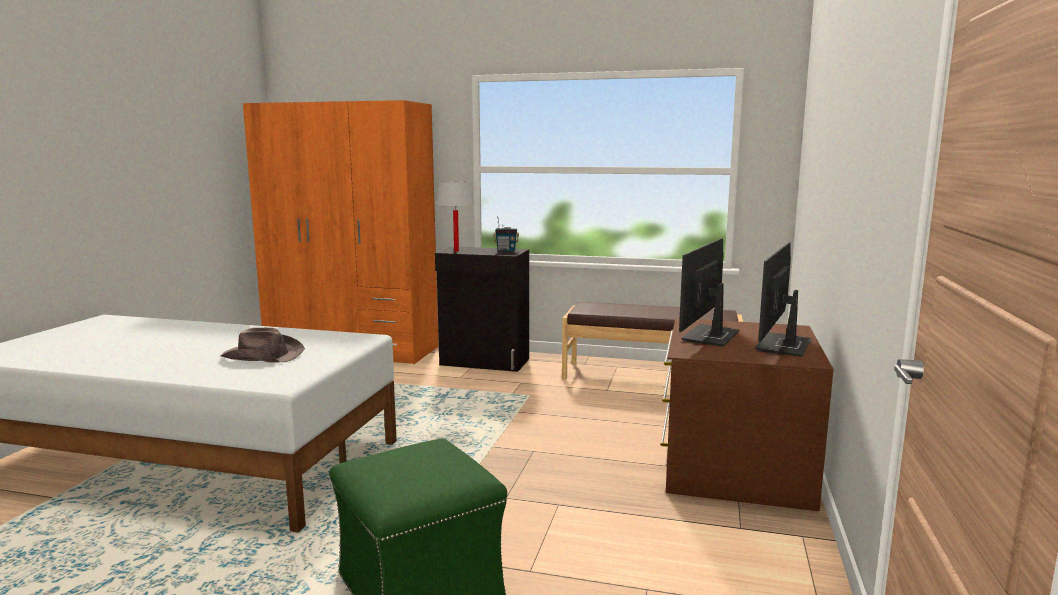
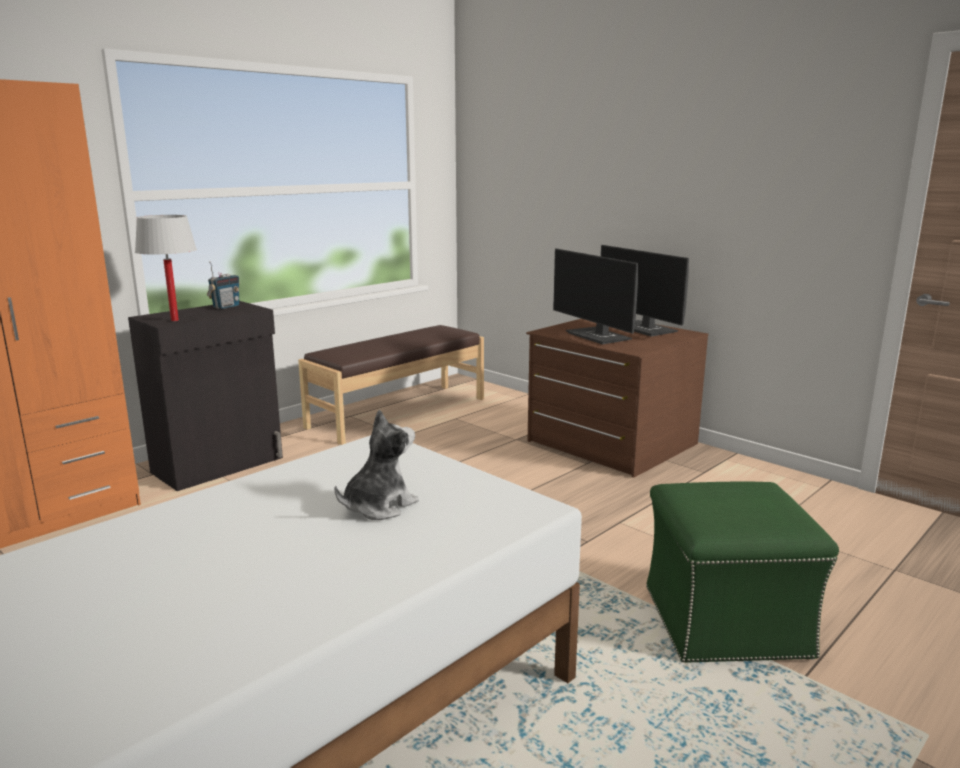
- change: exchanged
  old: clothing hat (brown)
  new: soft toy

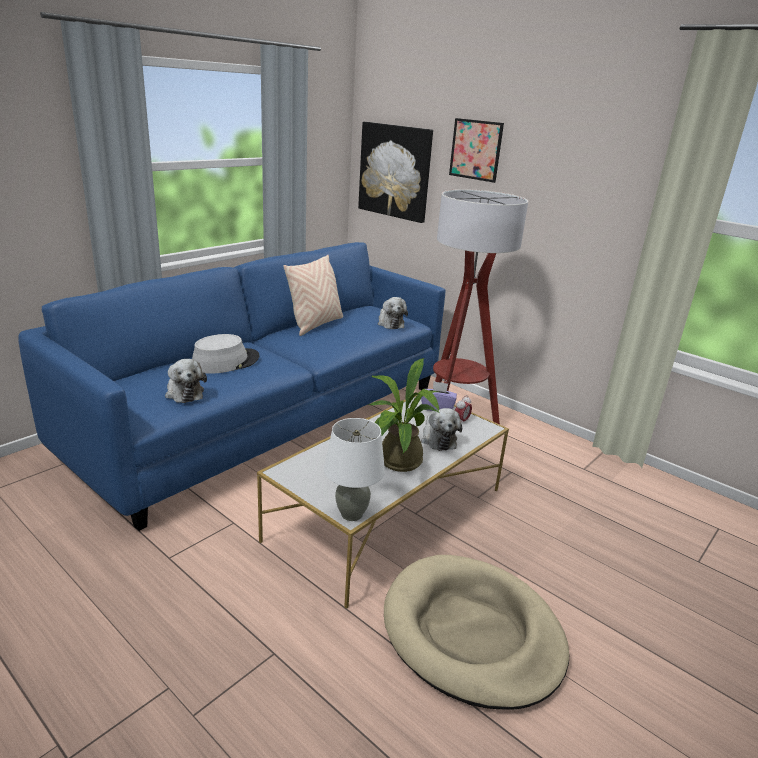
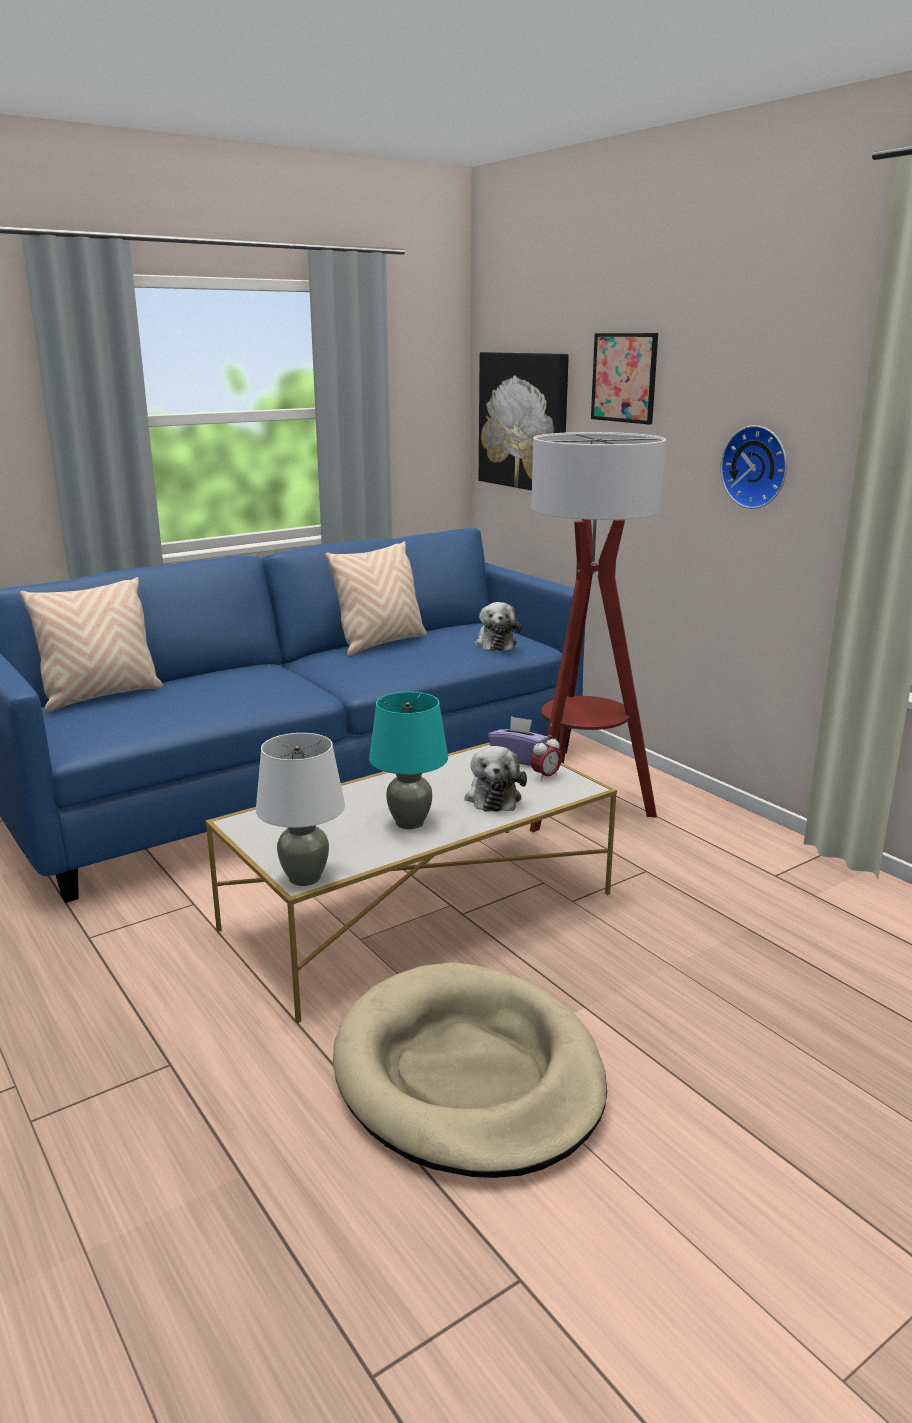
- change: missing
  old: soft toy (no. 1 from left)
- change: missing
  old: clothing hat (gray)
- change: appeared
  new: pillow (beige) (no. 1 from left)
- change: appeared
  new: wall clock
- change: exchanged
  old: plant in a pot
  new: lamp for a table (turquoise-coloured)

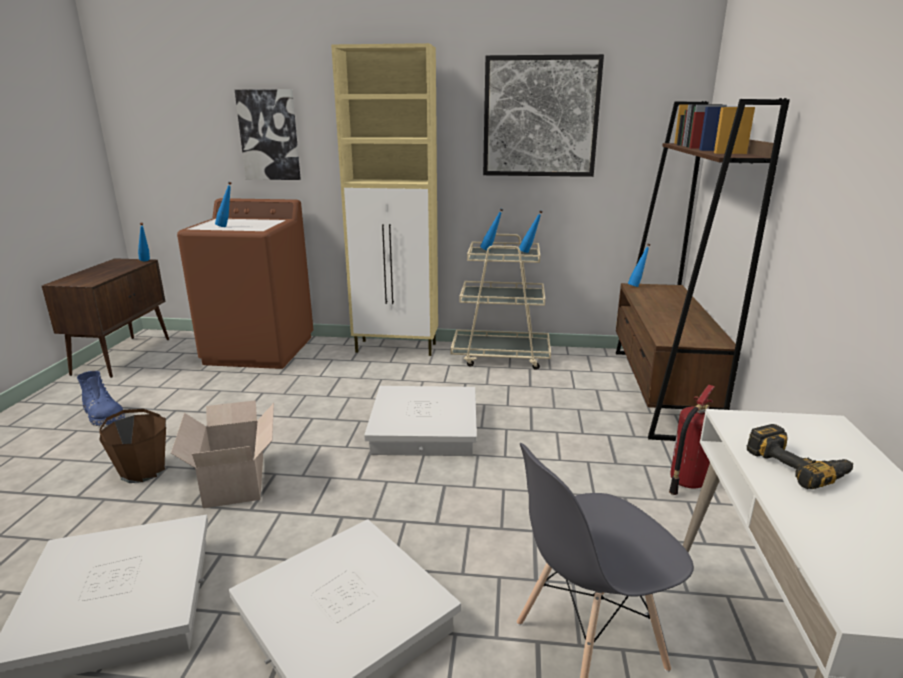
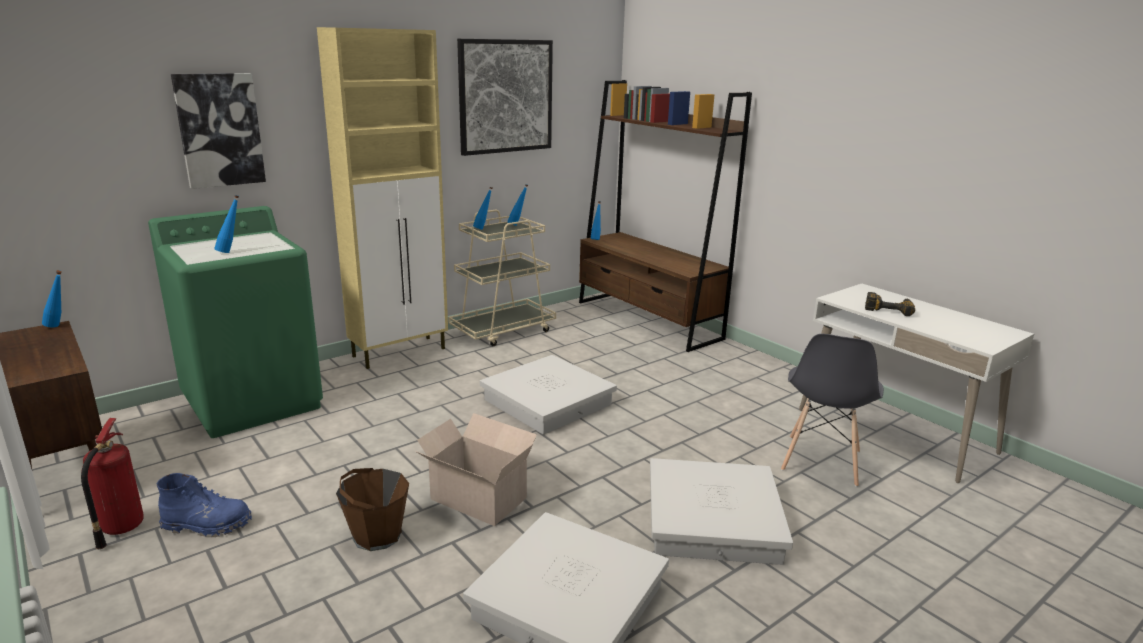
- change: relocated
  old: fire-fighting cylinder
- change: colour
  old: laundry appliance (brown)
  new: laundry appliance (green-coloured)

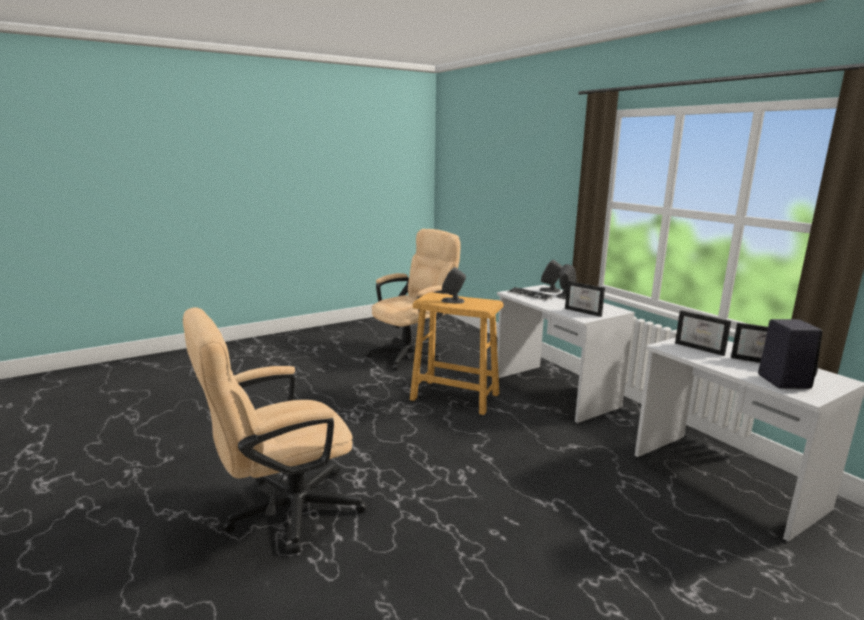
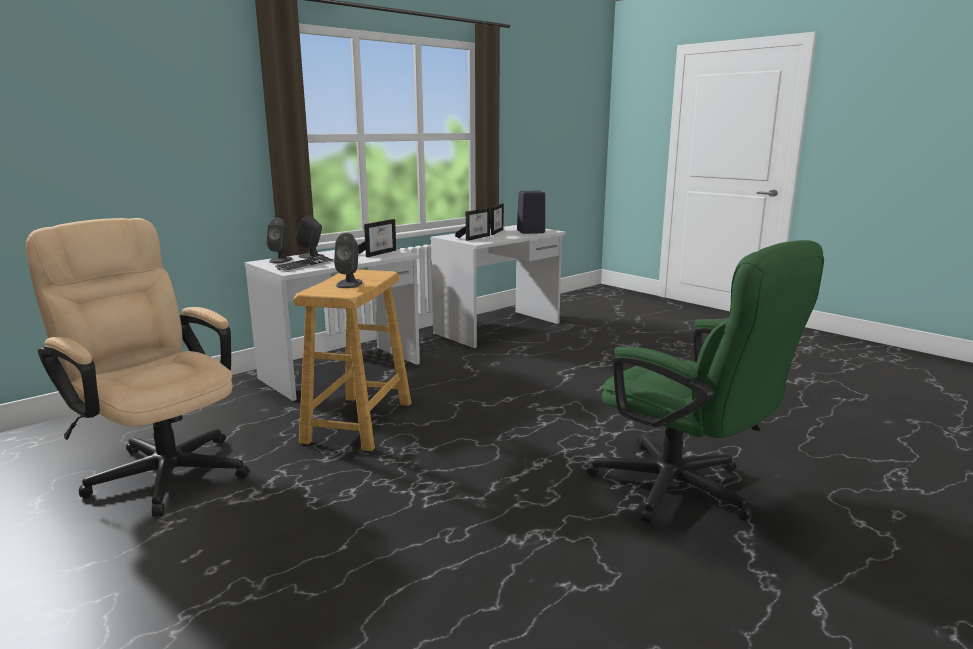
- change: colour
  old: office chair (beige) (no. 1 from left)
  new: office chair (green-coloured)

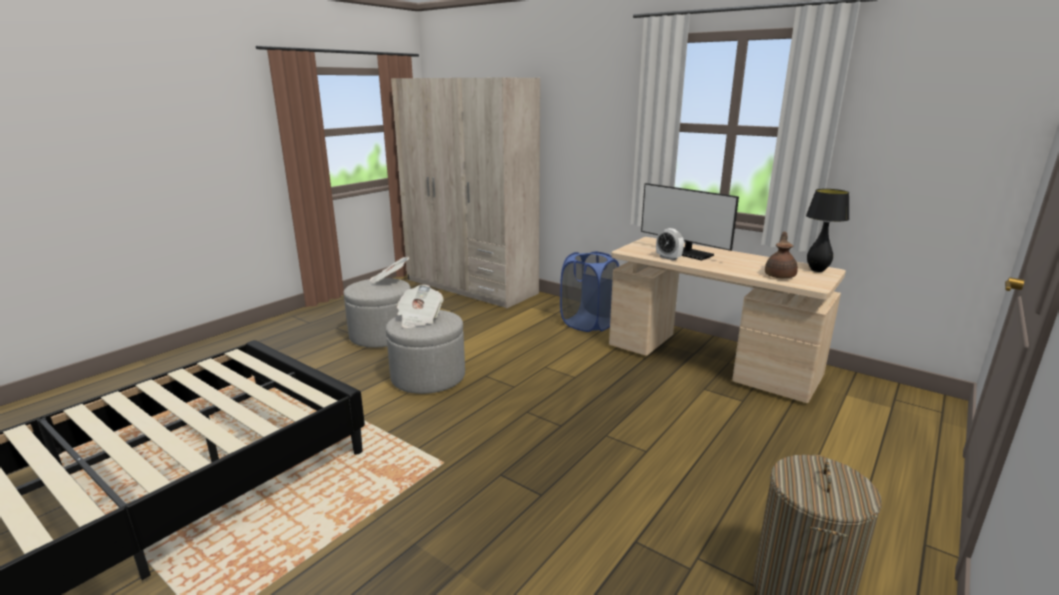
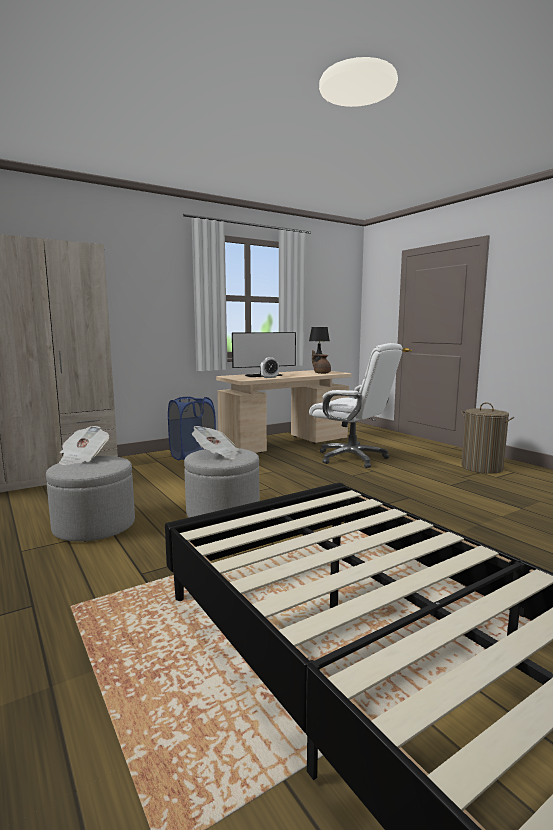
- change: appeared
  new: office chair (whitish)

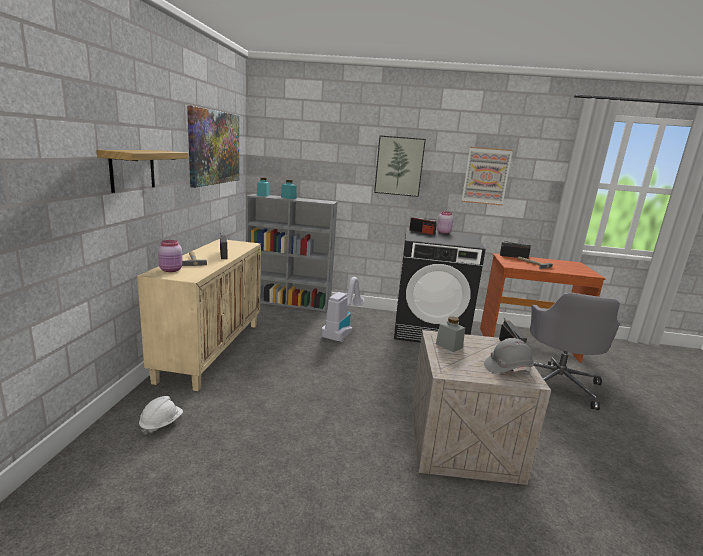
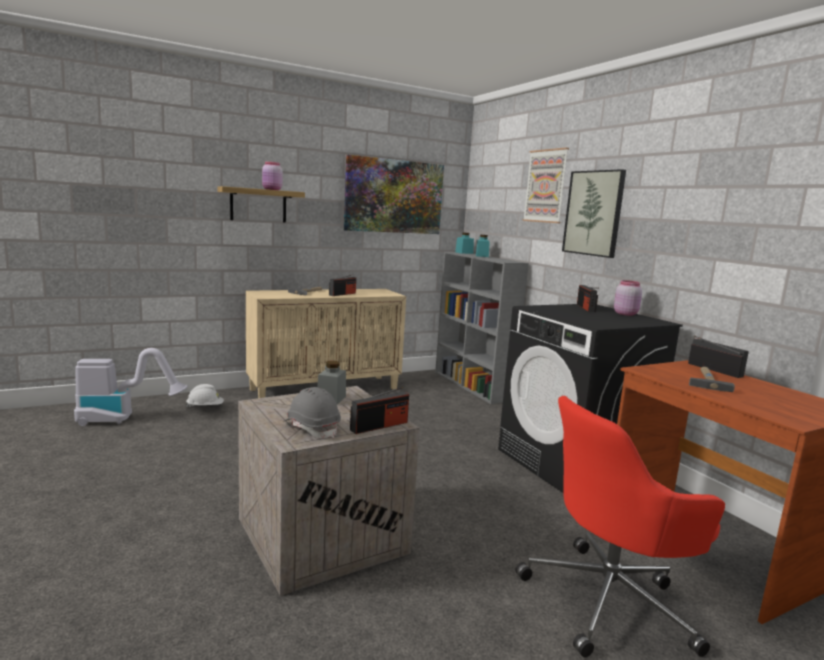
- change: relocated
  old: storage jar (pink-coloured) (no. 1 from left)
- change: relocated
  old: vacuum cleaner
- change: relocated
  old: wall picture (no. 3 from left in the first image)
  new: wall picture (no. 2 from left)
- change: colour
  old: office chair (gray)
  new: office chair (reddish)

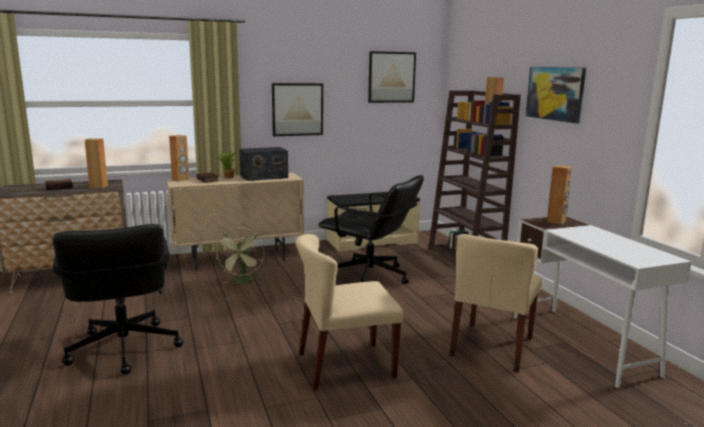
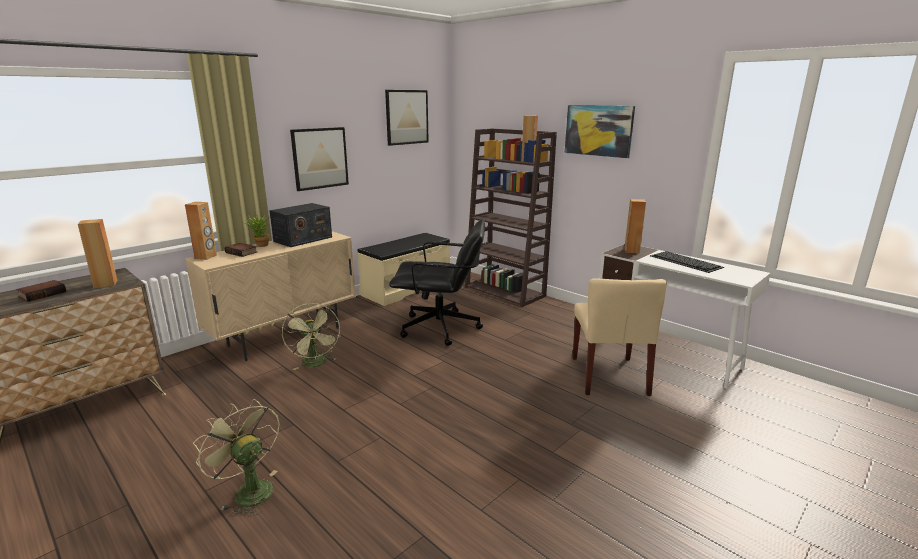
- change: missing
  old: upright chair (beige) (no. 1 from left)
- change: appeared
  new: keyboard
- change: exchanged
  old: office chair (black-coloured) (no. 1 from left)
  new: electric fan (green-coloured) (no. 1 from left)

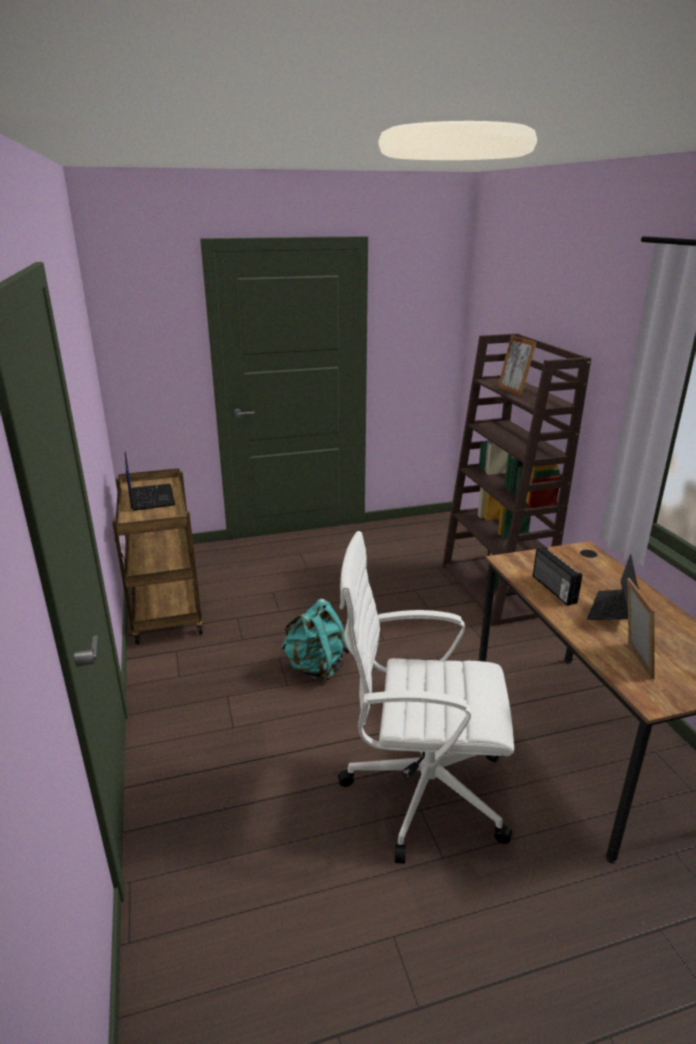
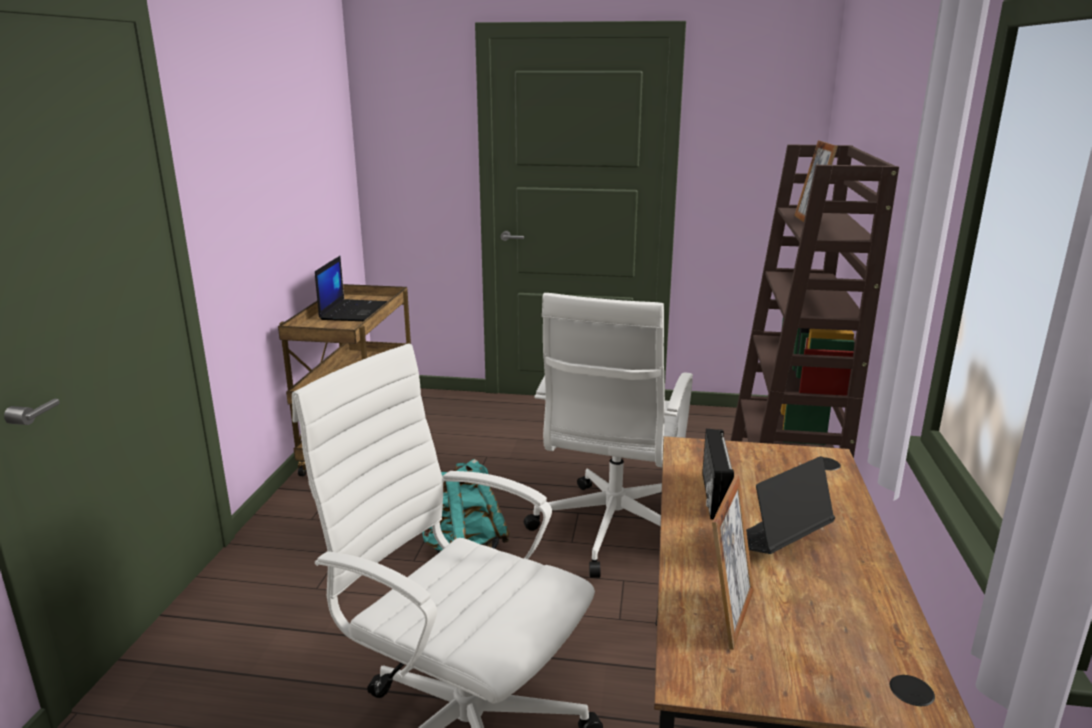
- change: appeared
  new: office chair (whitish) (no. 2 from left)

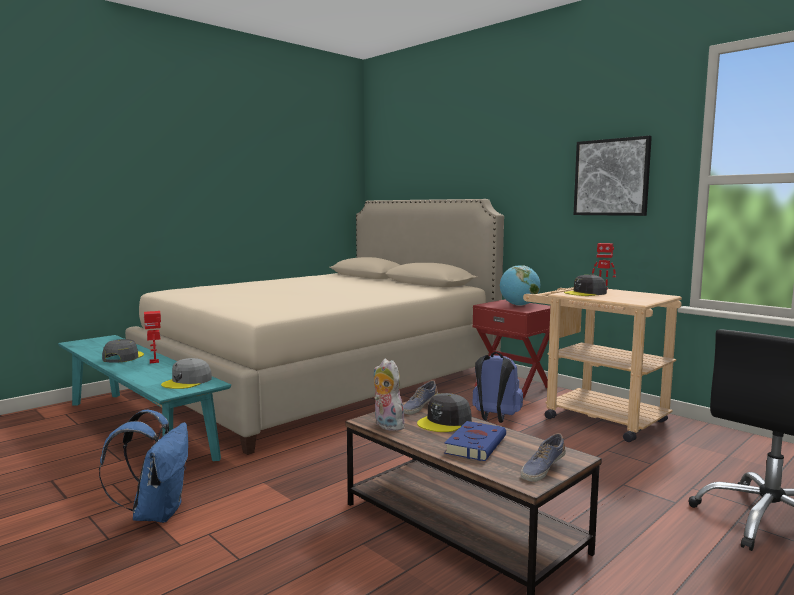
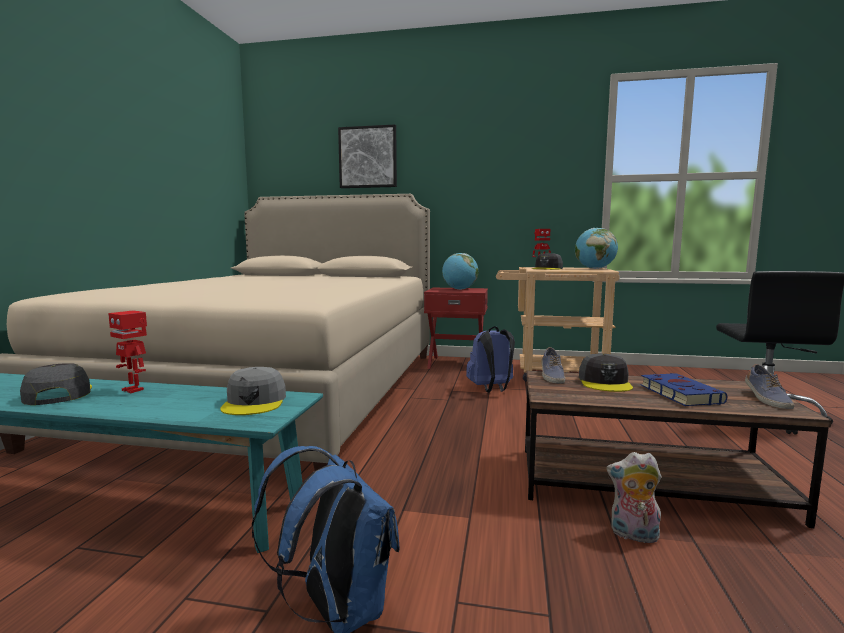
- change: appeared
  new: globe (no. 2 from left)
- change: relocated
  old: soft toy
- change: relocated
  old: wall picture

